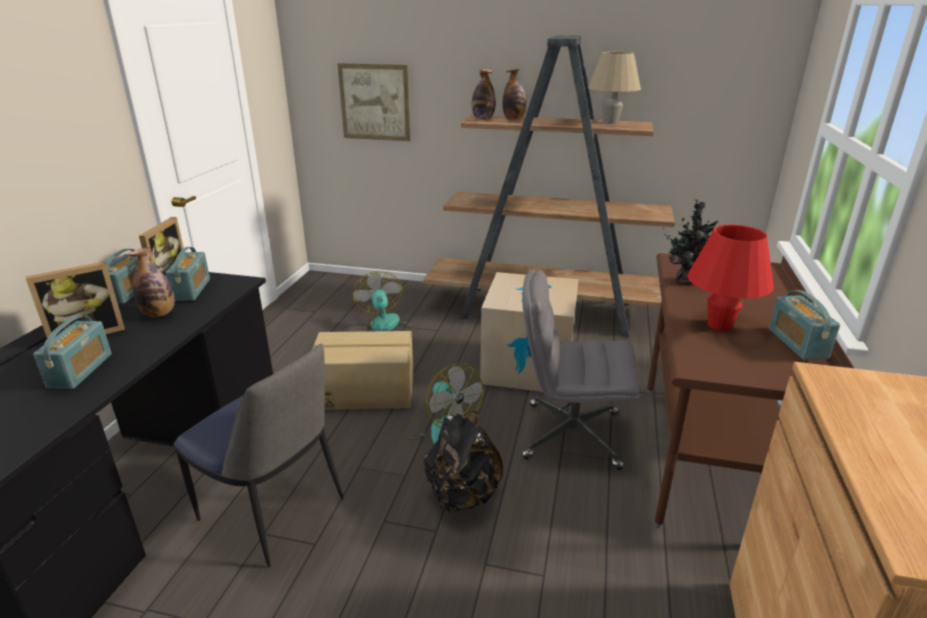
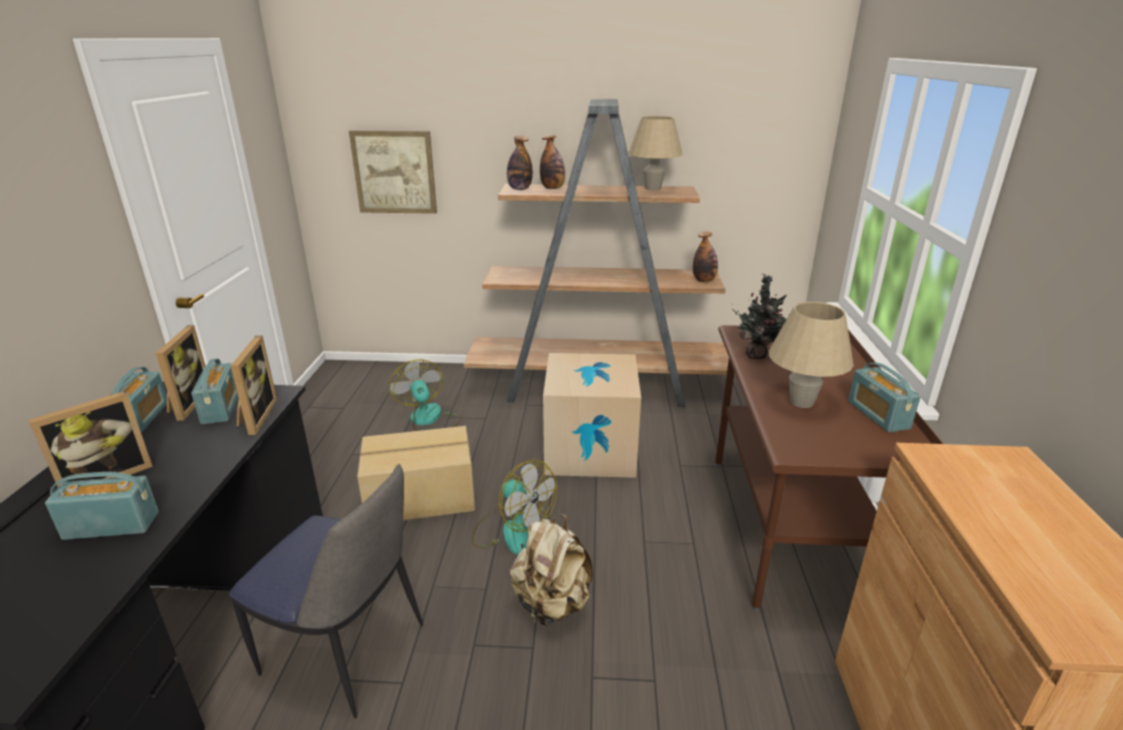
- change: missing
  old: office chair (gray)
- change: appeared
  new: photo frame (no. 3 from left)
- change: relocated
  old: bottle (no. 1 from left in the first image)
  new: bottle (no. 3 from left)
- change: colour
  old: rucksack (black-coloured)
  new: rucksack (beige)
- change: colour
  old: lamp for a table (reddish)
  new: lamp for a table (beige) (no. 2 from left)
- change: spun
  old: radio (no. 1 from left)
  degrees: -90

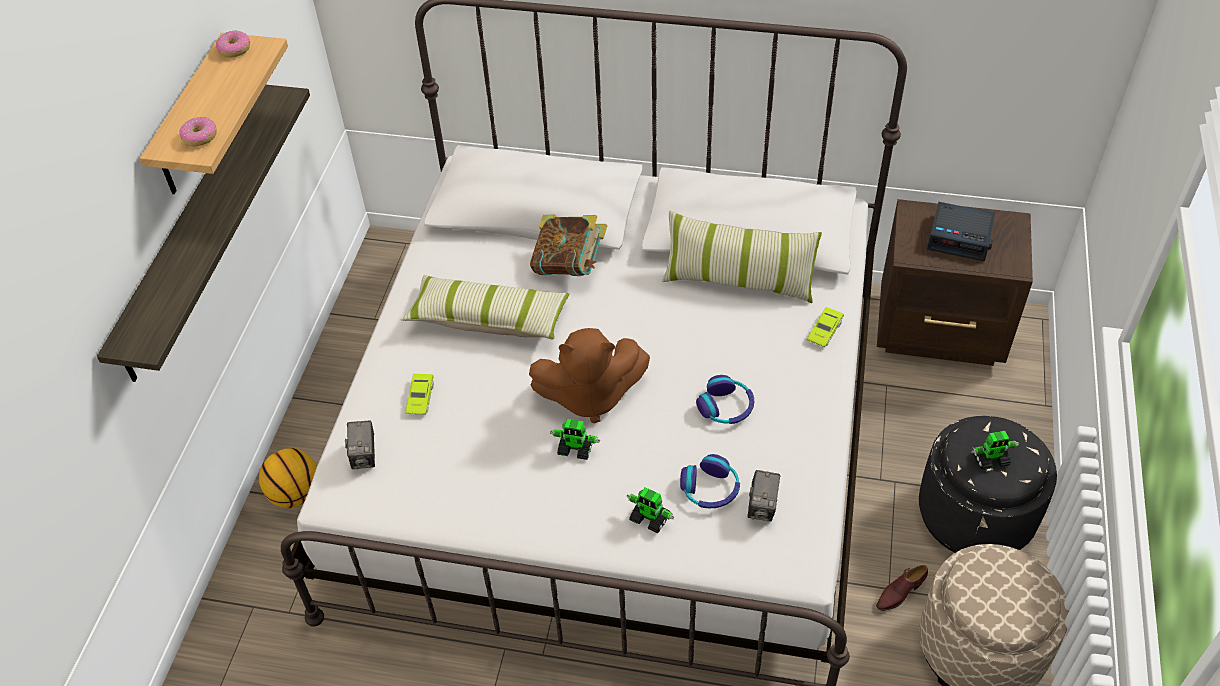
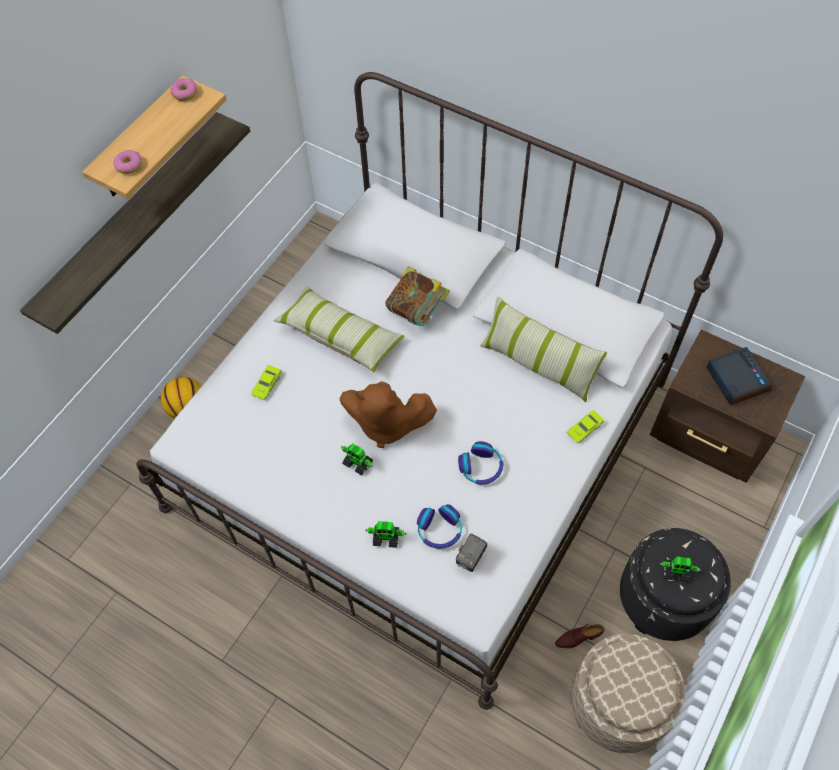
- change: missing
  old: photo camera (no. 1 from left)
- change: spun
  old: toy robot (no. 2 from left)
  degrees: -45
- change: spun
  old: table clock
  degrees: -150

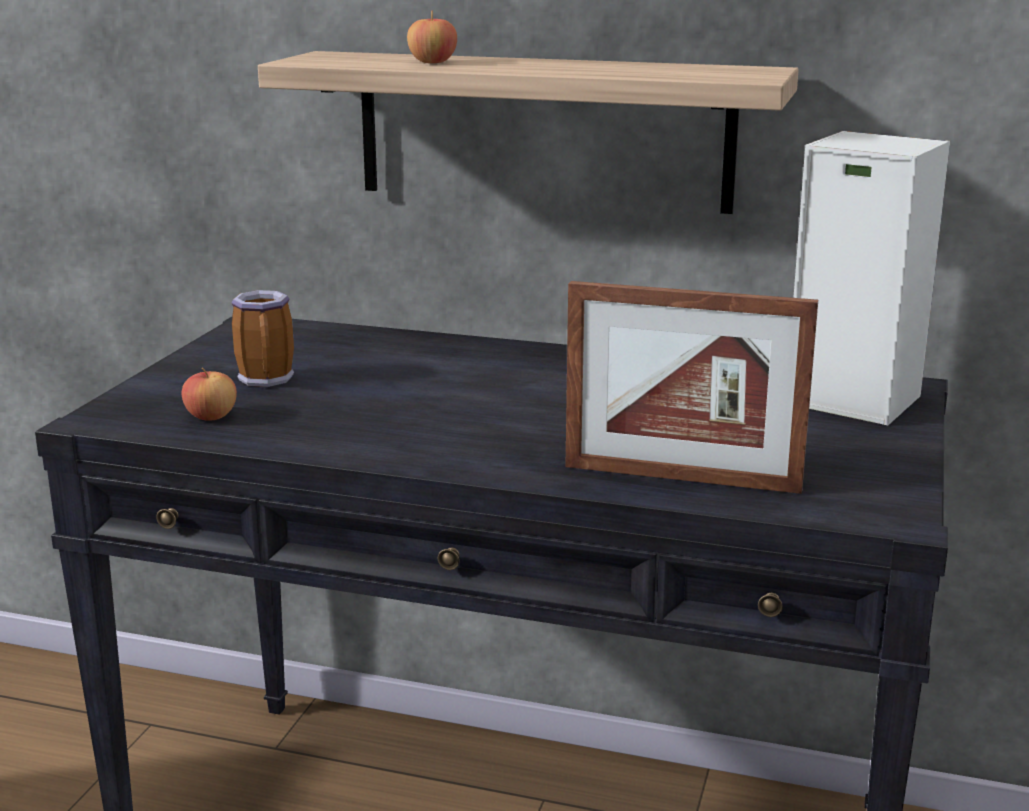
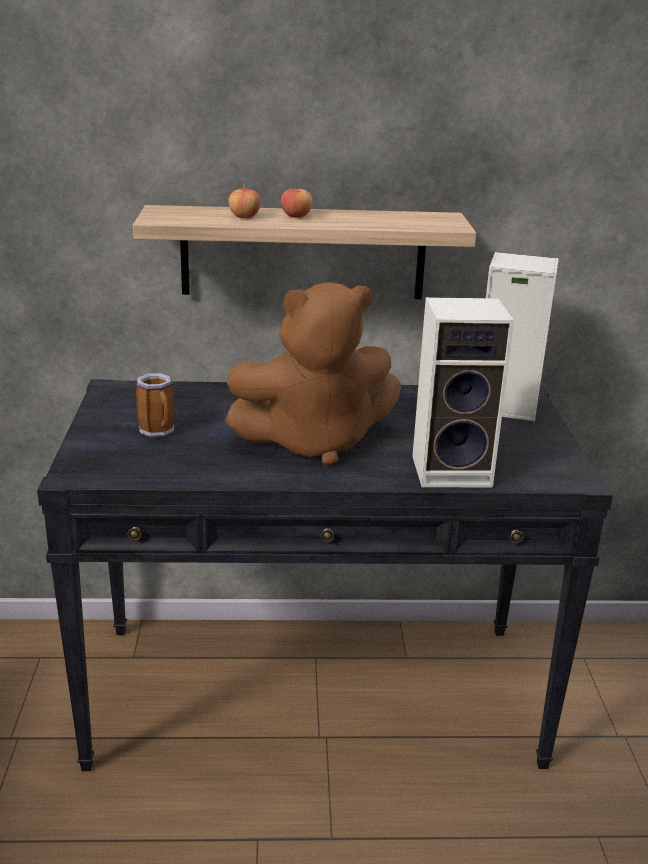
- change: appeared
  new: soft toy (brown)
- change: relocated
  old: apple (no. 1 from left in the first image)
  new: apple (no. 2 from left)
- change: exchanged
  old: photo frame
  new: audio speaker (no. 1 from left)

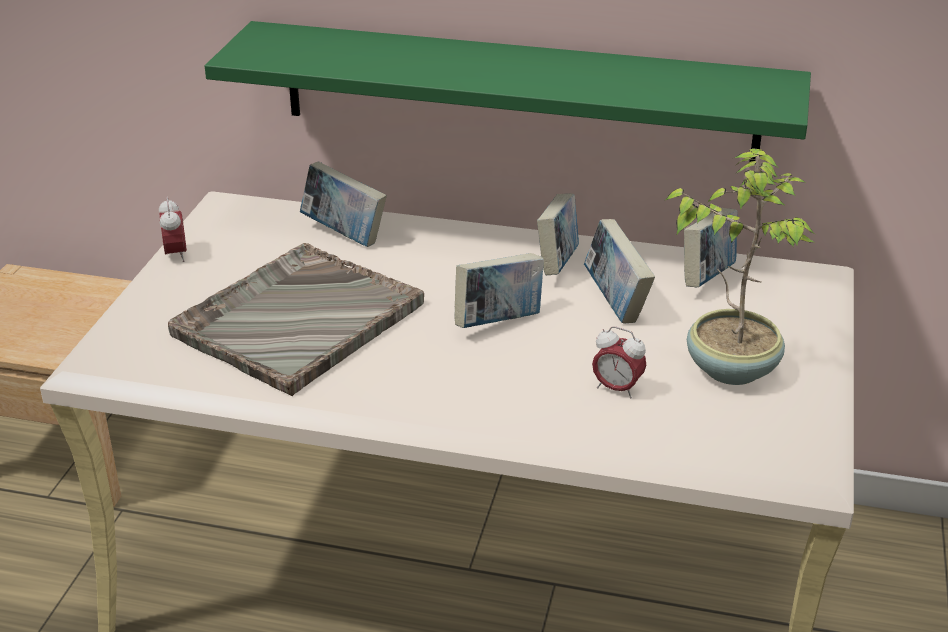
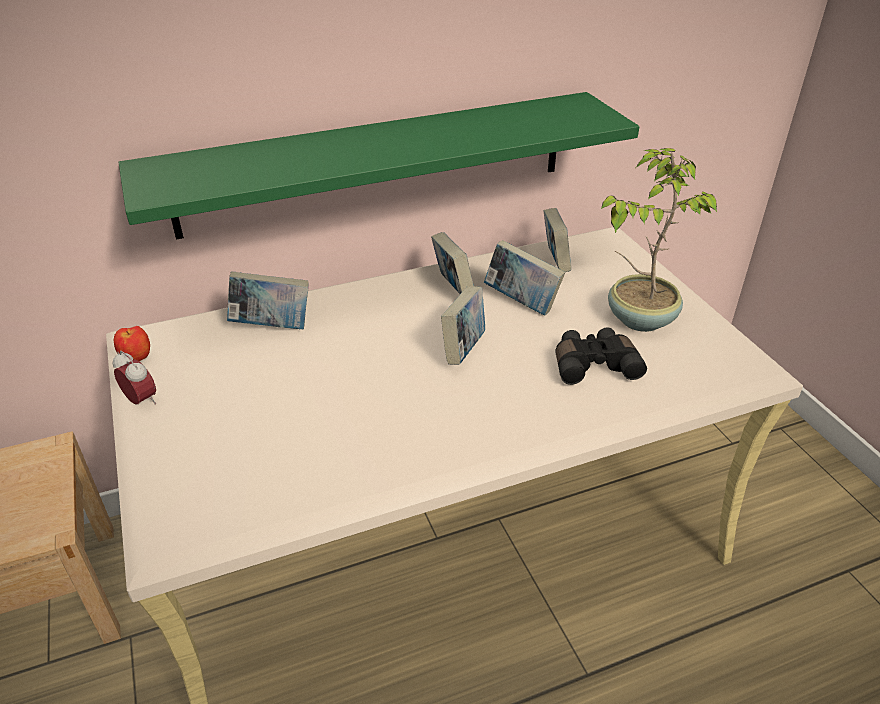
- change: missing
  old: serving tray (gray)
- change: appeared
  new: apple
- change: exchanged
  old: table clock (no. 2 from left)
  new: pair of binoculars (black-coloured)

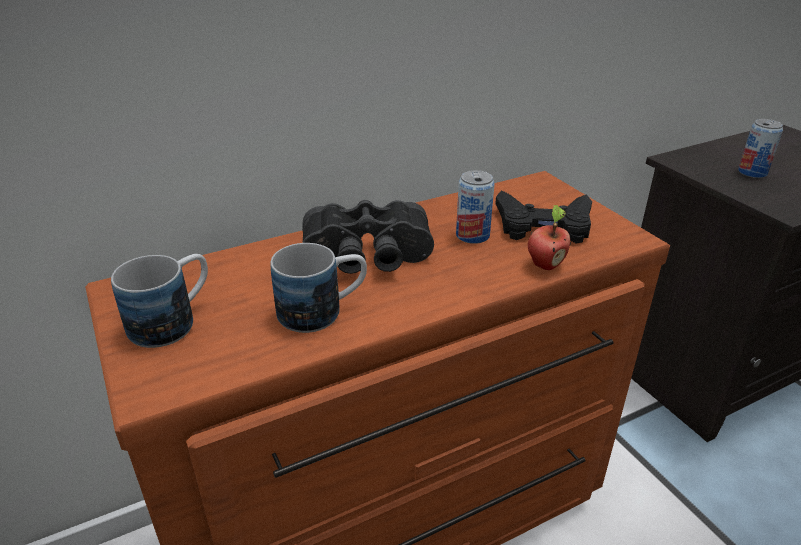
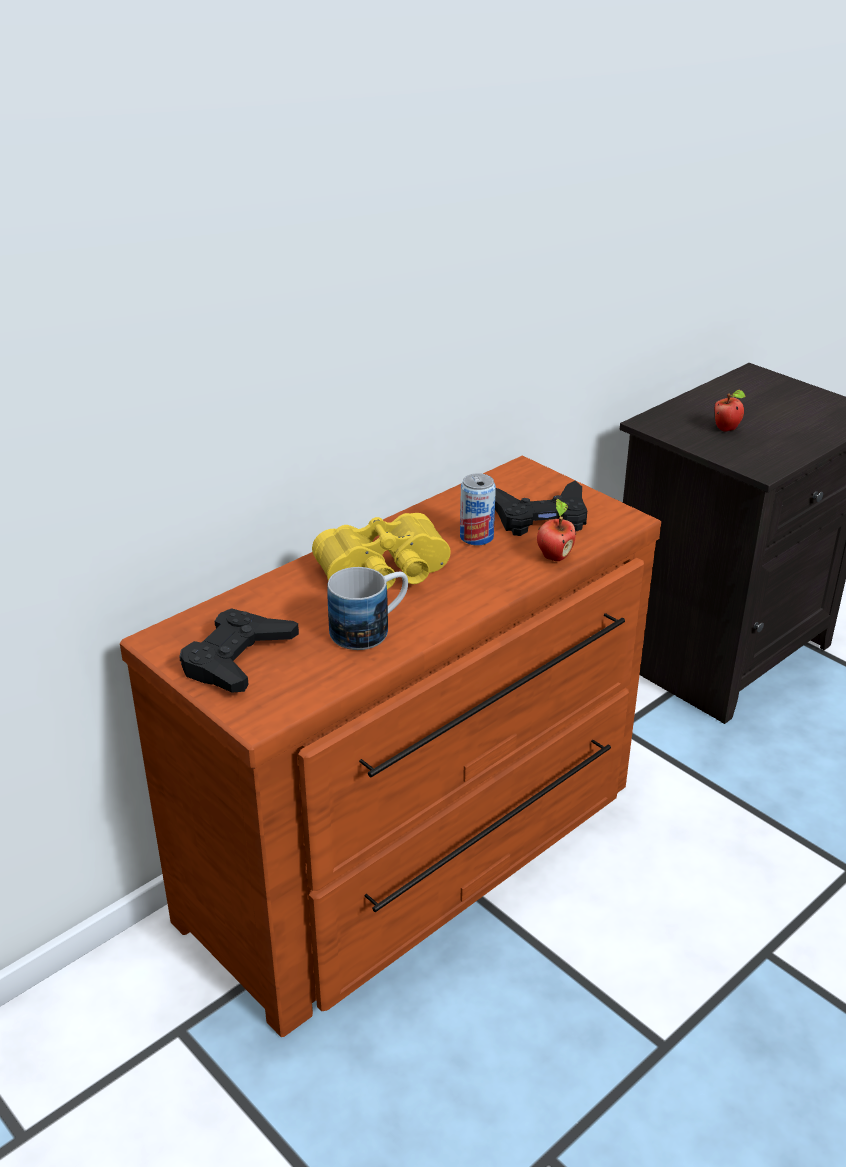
- change: exchanged
  old: coffee mug (no. 1 from left)
  new: game controller (black-coloured) (no. 1 from left)
- change: exchanged
  old: sealed can (no. 2 from left)
  new: apple (no. 2 from left)
- change: colour
  old: pair of binoculars (black-coloured)
  new: pair of binoculars (yellow-coloured)

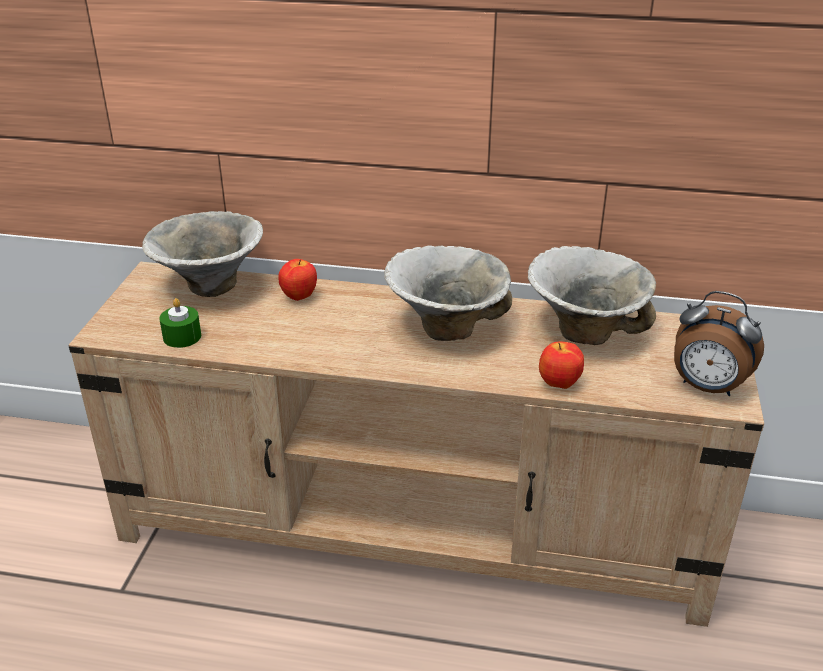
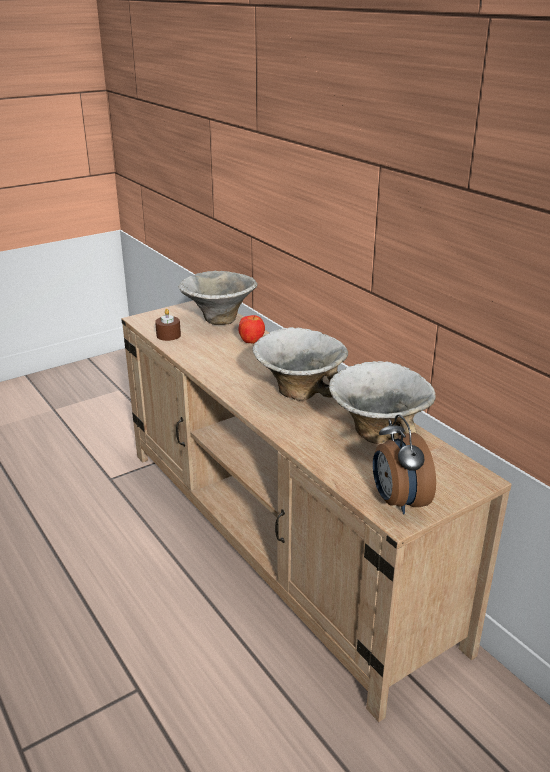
- change: missing
  old: apple (no. 2 from left)
- change: colour
  old: candle (green-coloured)
  new: candle (brown)

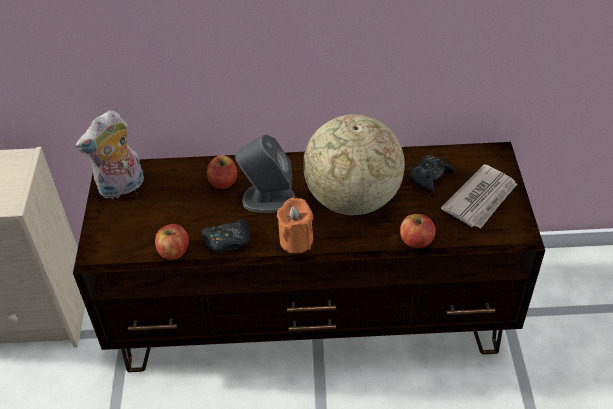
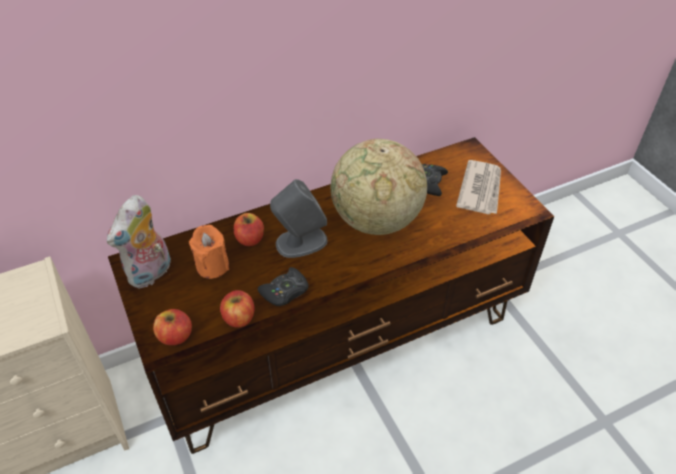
- change: relocated
  old: candle (orangey)
- change: relocated
  old: apple (no. 3 from left in the first image)
  new: apple (no. 1 from left)

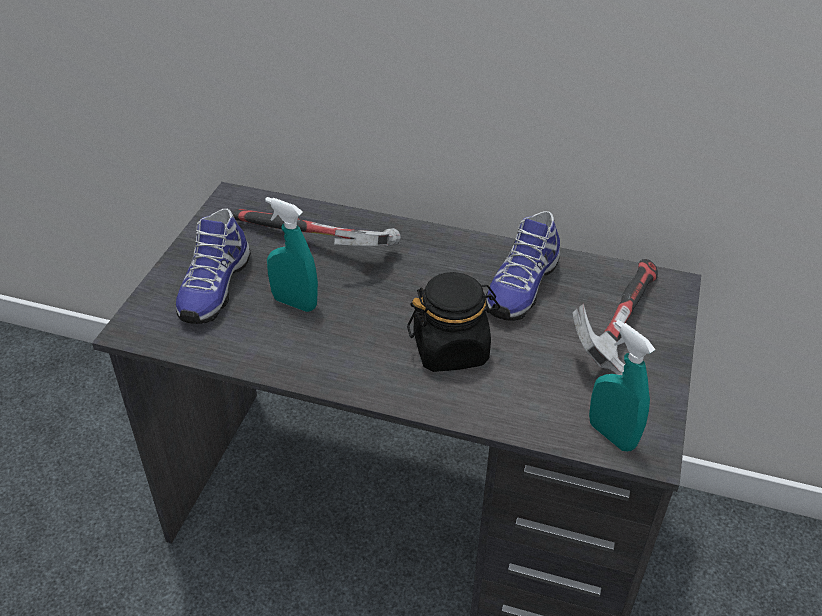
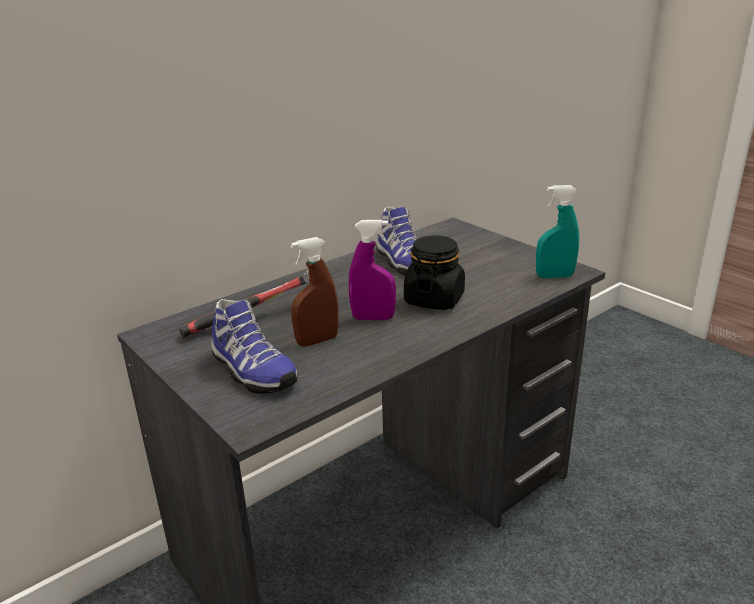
- change: missing
  old: hammer (no. 2 from left)
- change: appeared
  new: spray bottle (purple-coloured)
- change: colour
  old: spray bottle (turquoise-coloured) (no. 1 from left)
  new: spray bottle (brown)

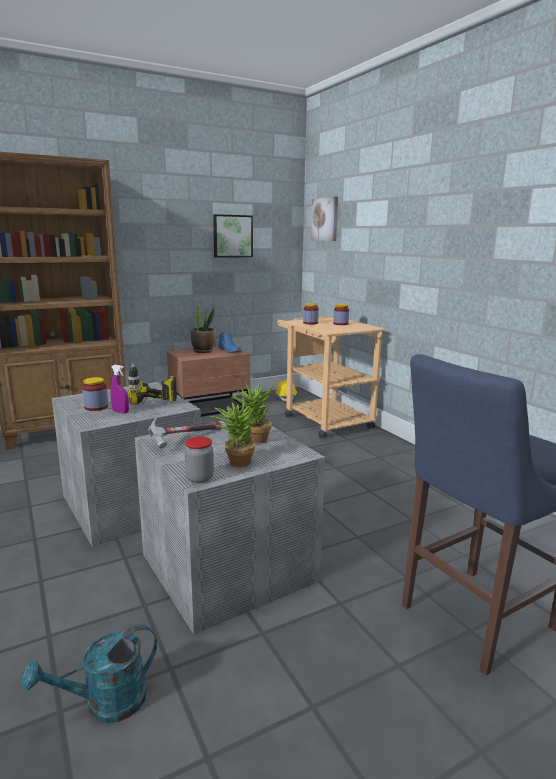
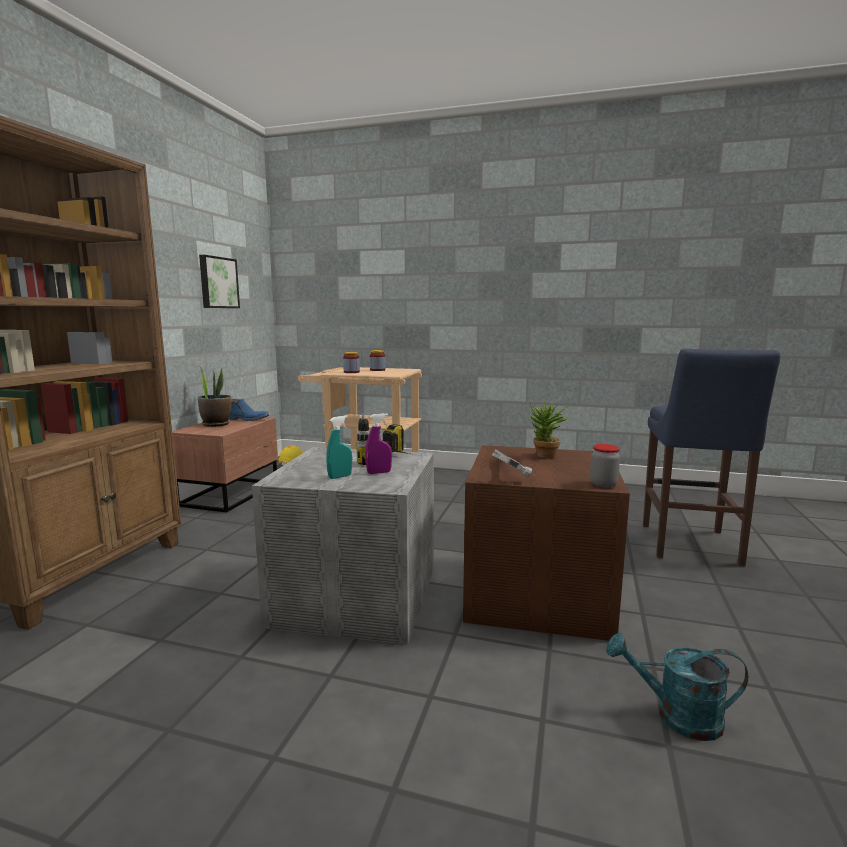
- change: missing
  old: plant in a pot (no. 2 from left)
- change: missing
  old: wall picture (no. 2 from left)
- change: exchanged
  old: storage jar (no. 1 from left)
  new: spray bottle (turquoise-coloured)
- change: colour
  old: storage box (gray) (no. 2 from left)
  new: storage box (brown)
- change: spun
  old: watering pot (turquoise-coloured)
  degrees: 90

